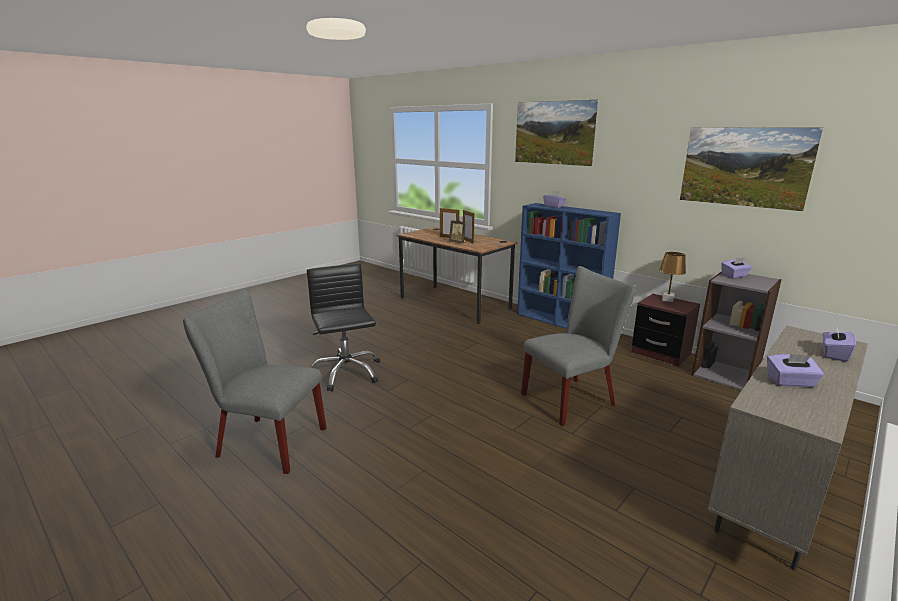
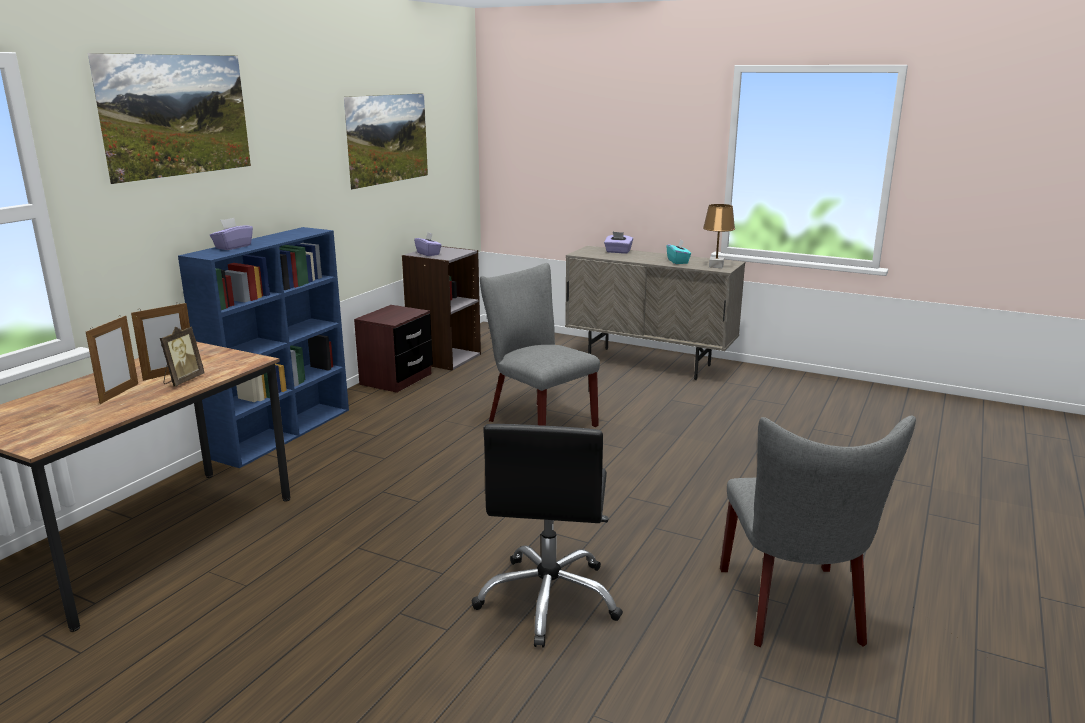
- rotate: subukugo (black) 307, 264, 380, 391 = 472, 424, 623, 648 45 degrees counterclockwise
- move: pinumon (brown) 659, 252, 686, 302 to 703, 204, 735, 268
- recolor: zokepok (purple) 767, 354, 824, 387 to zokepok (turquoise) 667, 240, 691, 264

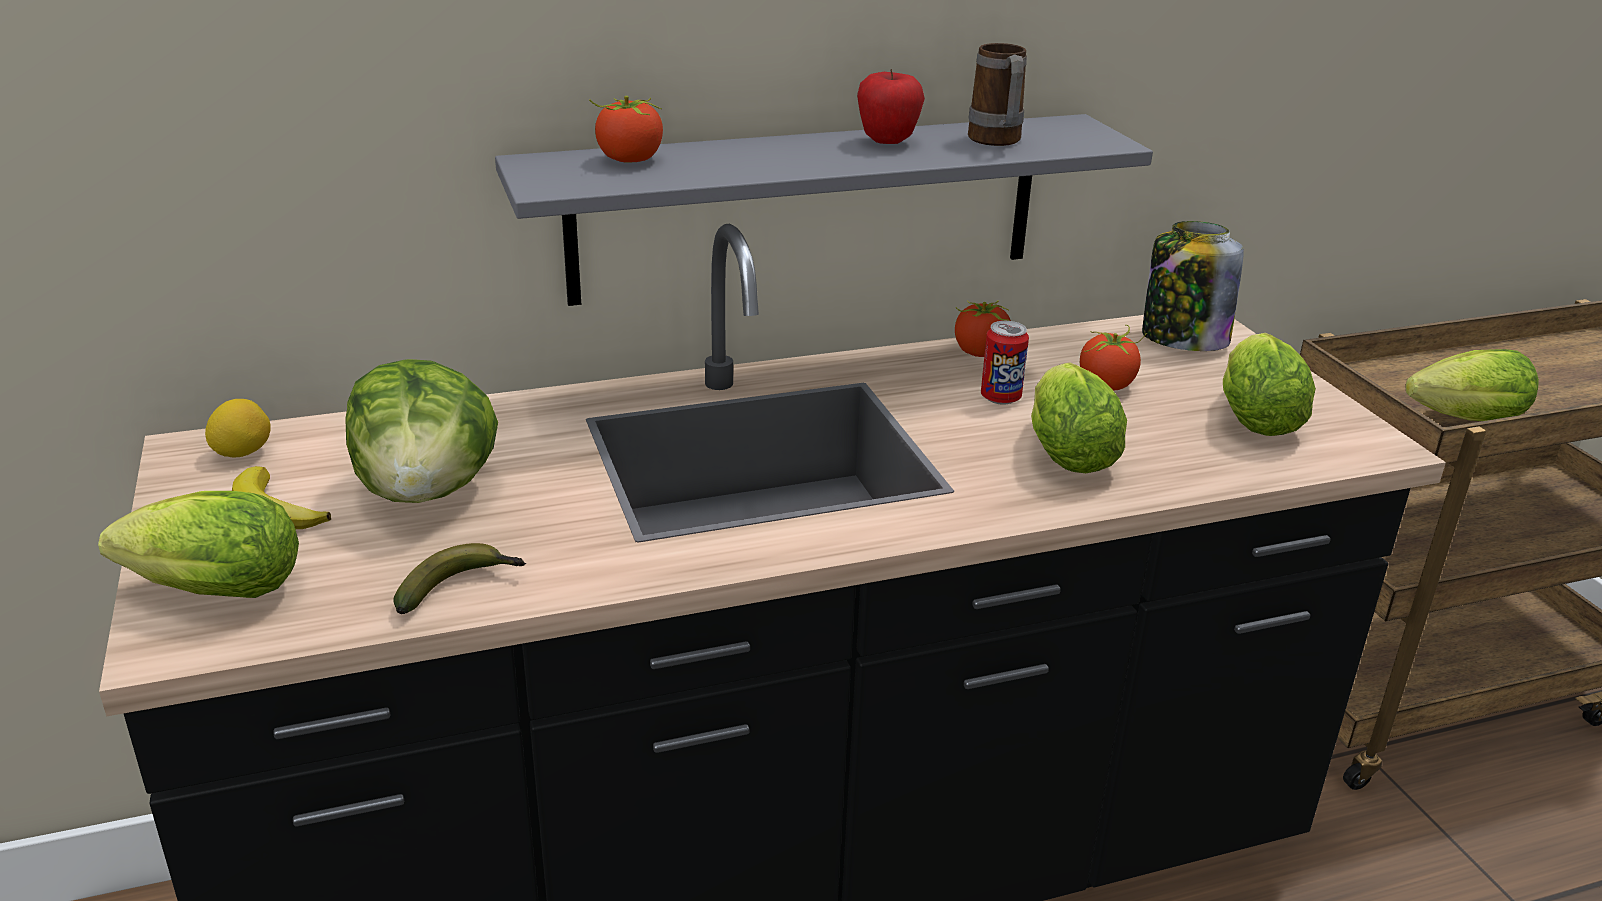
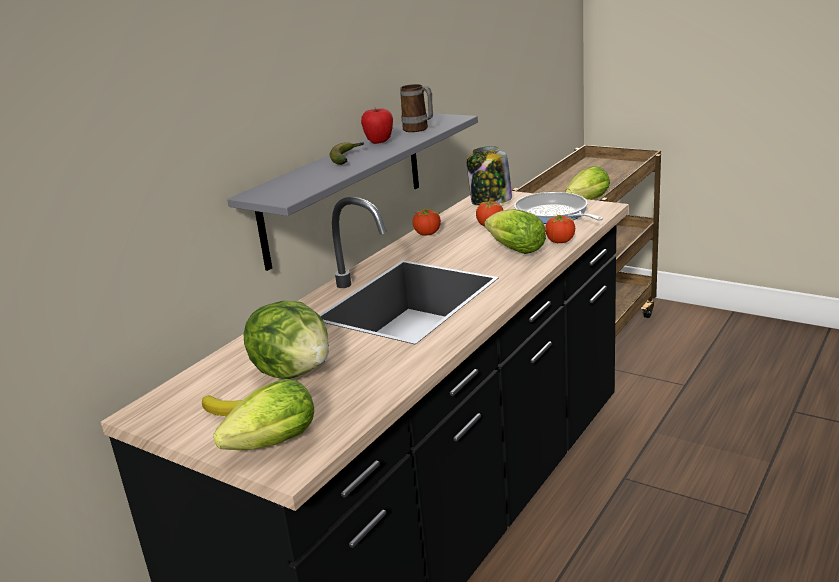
- delete: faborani 205, 399, 271, 457
- move: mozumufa 393, 543, 526, 614 to 329, 142, 364, 165
- move: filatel 589, 96, 663, 162 to 545, 215, 575, 243
- delete: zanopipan 981, 321, 1029, 405
- replace: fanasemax 1223, 333, 1316, 436 to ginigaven 514, 192, 603, 224

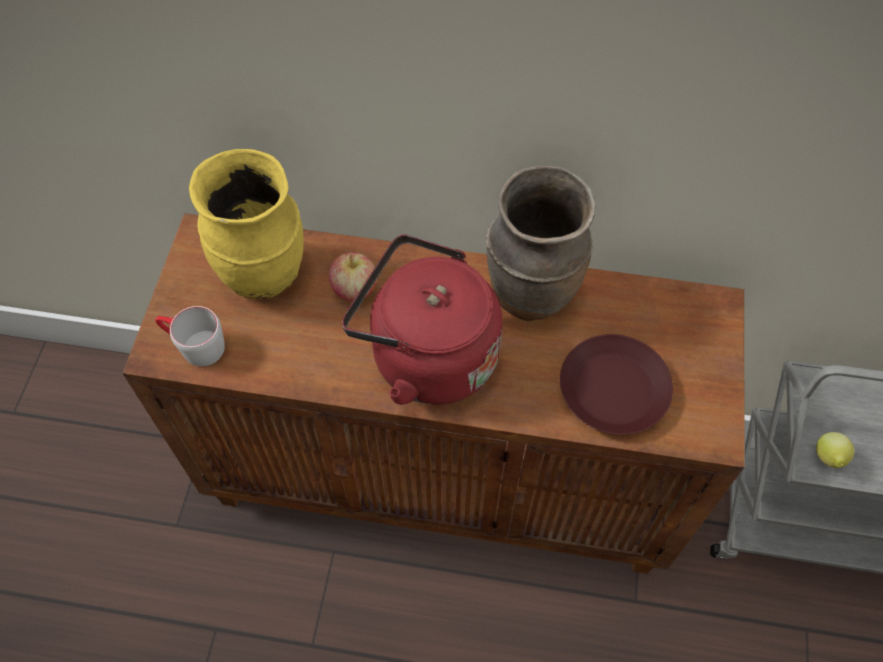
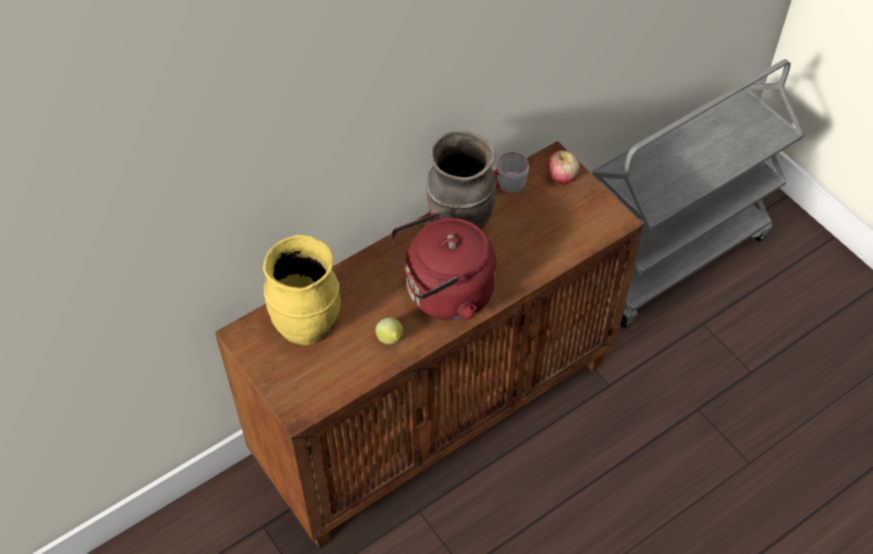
- move: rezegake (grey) 155, 306, 225, 367 to 494, 152, 529, 193
- move: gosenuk 329, 252, 377, 302 to 548, 150, 580, 184
- delete: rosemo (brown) 560, 334, 673, 435
- move: faborani 816, 432, 854, 468 to 375, 317, 403, 344

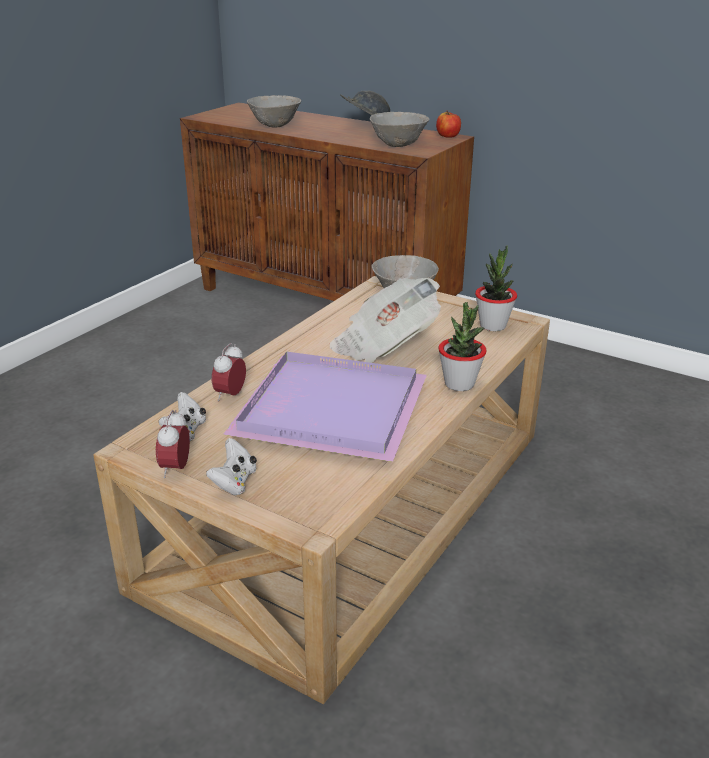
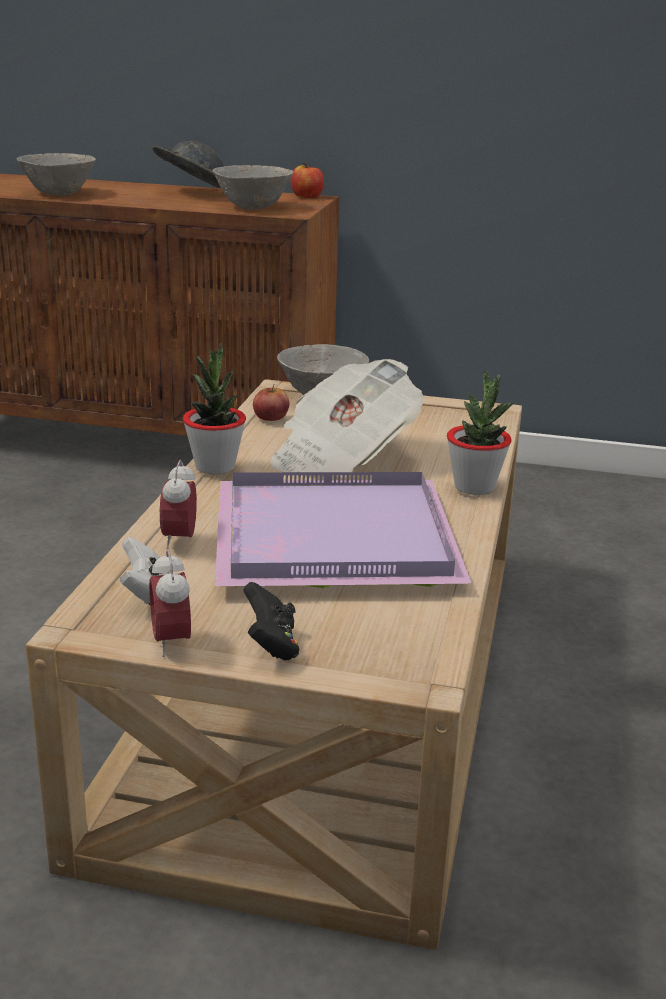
- recolor: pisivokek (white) 206, 438, 257, 495 to pisivokek (black) 243, 582, 299, 660
- move: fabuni 475, 245, 517, 331 to 183, 343, 246, 474
- insert: gosenuk 253, 384, 289, 421

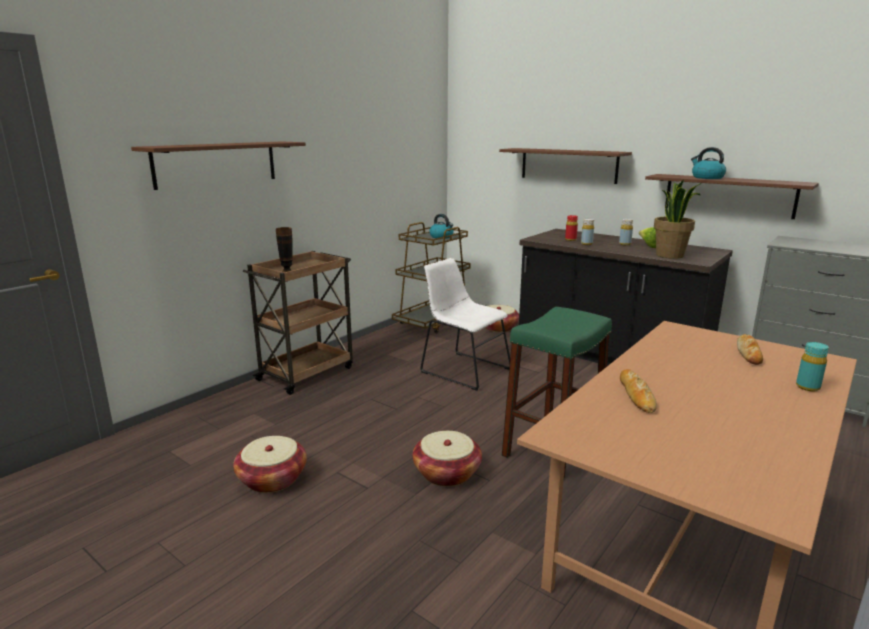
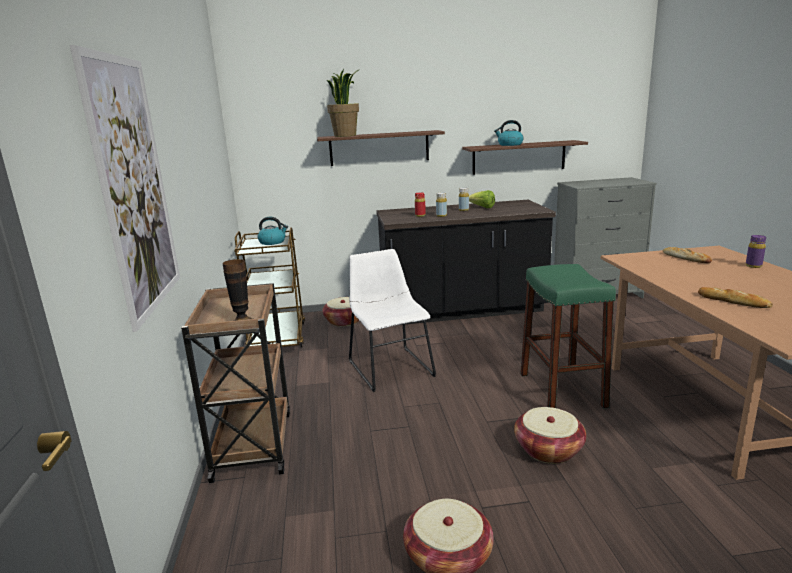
- replace: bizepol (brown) 131, 141, 306, 190 to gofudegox 70, 45, 180, 332
- rotate: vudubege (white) 420, 258, 510, 391 = 349, 249, 436, 392 75 degrees clockwise
- move: fabuni 654, 180, 701, 259 to 327, 69, 360, 137
- recolor: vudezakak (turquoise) 796, 342, 829, 391 to vudezakak (purple) 746, 235, 766, 268

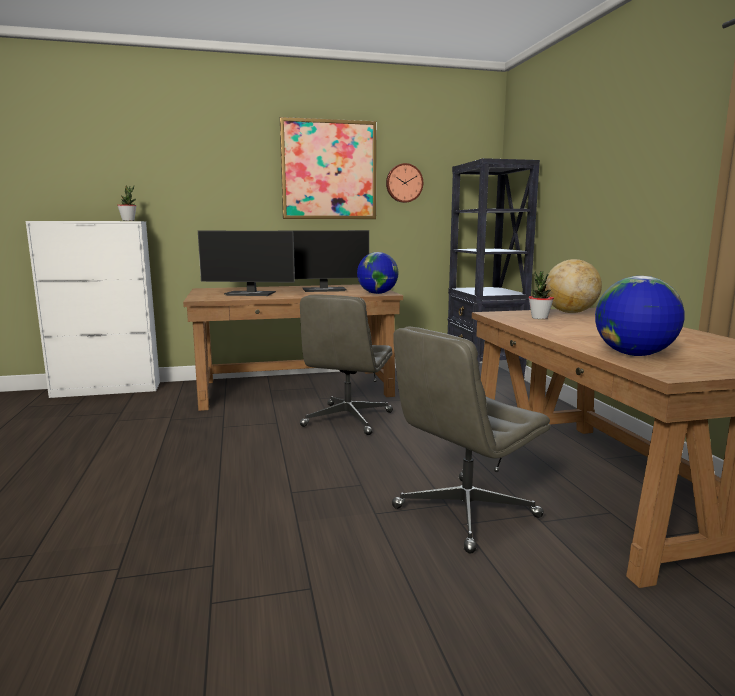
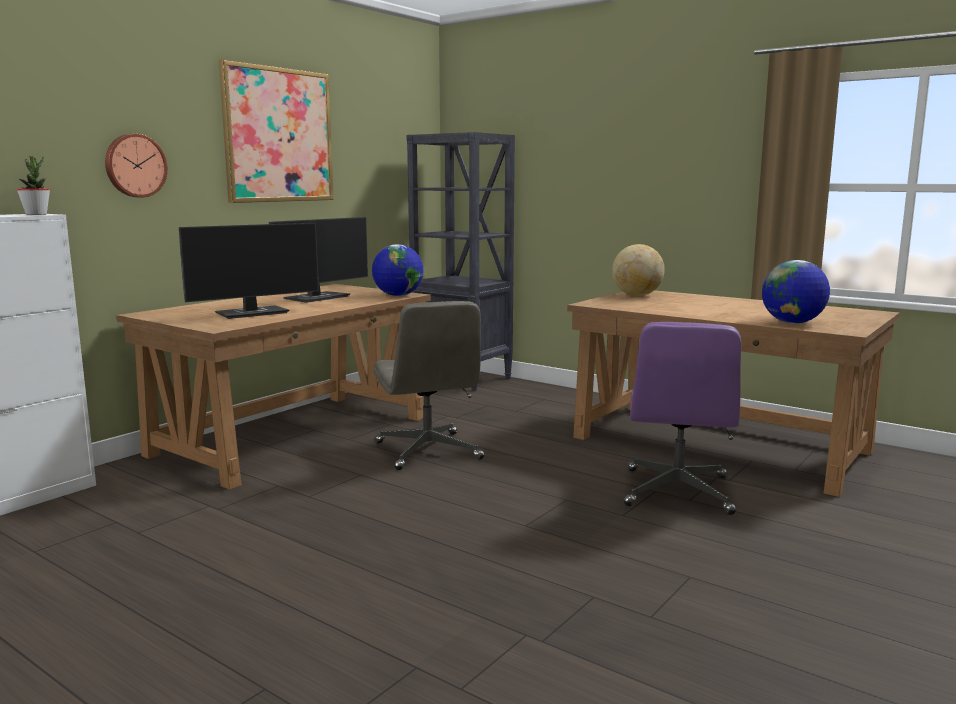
- move: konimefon 386, 163, 423, 203 to 105, 134, 168, 198
- recolor: subukugo (grey) 392, 327, 551, 554 to subukugo (purple) 624, 322, 741, 515
- delete: fabuni 529, 271, 554, 319

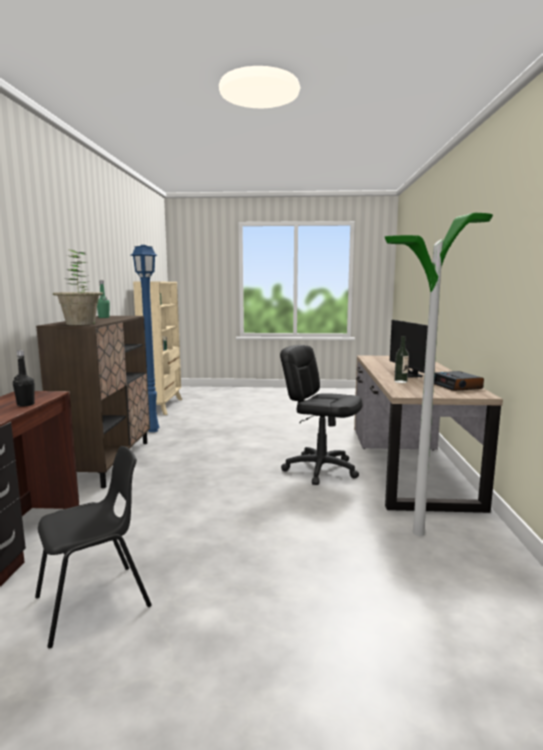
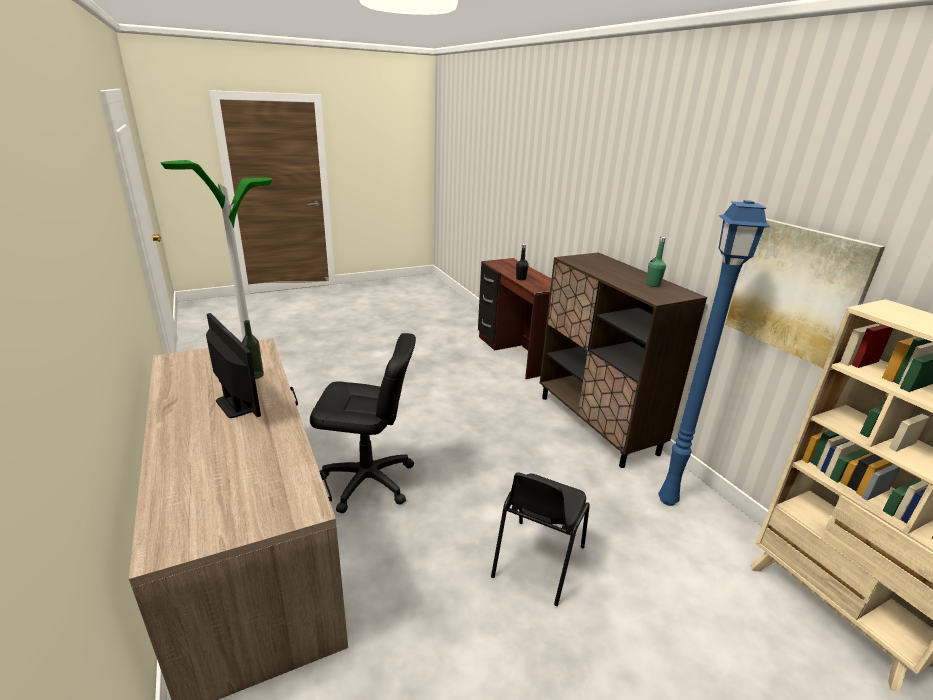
- move: vudubege (black) 35, 446, 152, 648 to 491, 472, 590, 606
- delete: fabuni 53, 249, 103, 325
- delete: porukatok 434, 371, 484, 391
- insert: gofudegox 725, 219, 885, 368

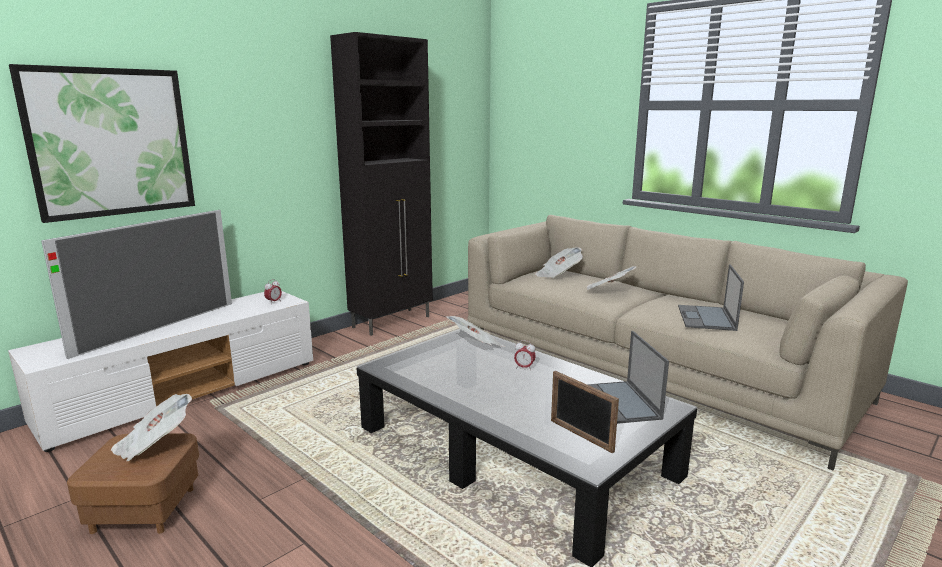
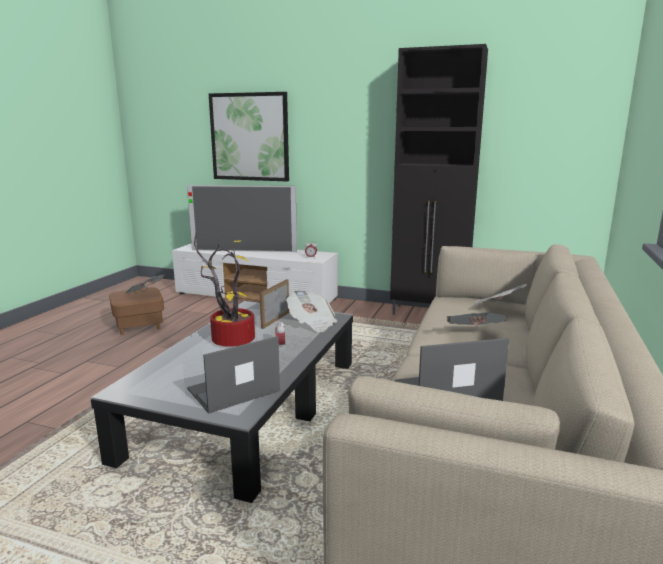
- move: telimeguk 551, 371, 619, 453 to 260, 279, 289, 329
- insert: fabuni 194, 232, 255, 347

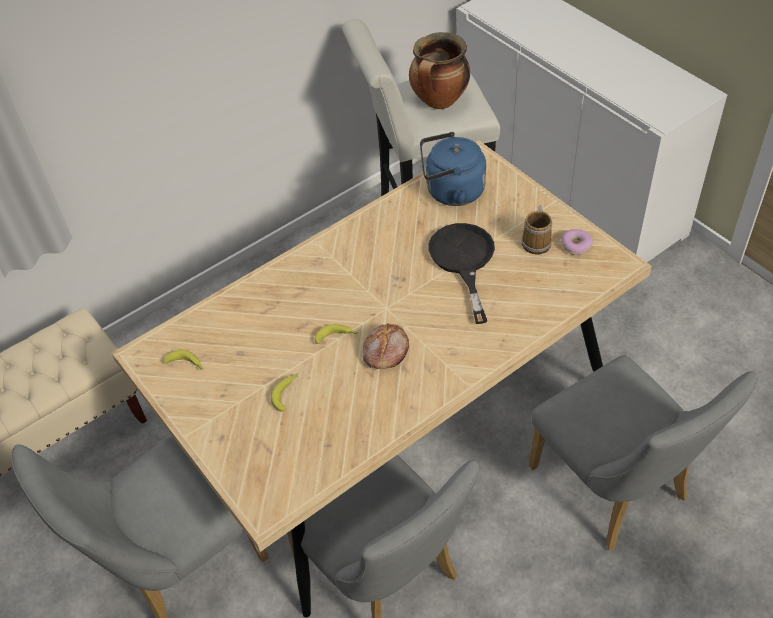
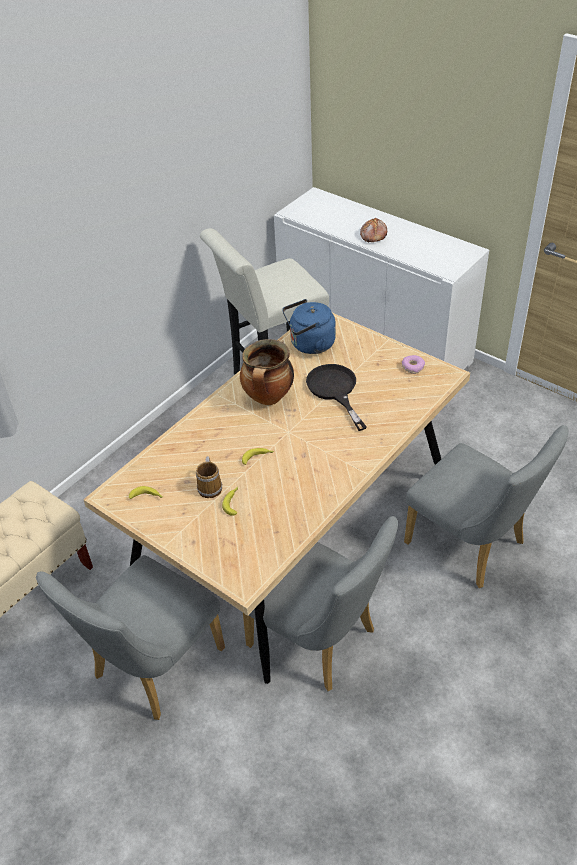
- move: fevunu 363, 323, 409, 370 to 360, 217, 387, 242
- move: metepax 409, 32, 470, 109 to 240, 339, 294, 405
- move: rezegake 521, 205, 552, 255 to 196, 456, 222, 498

